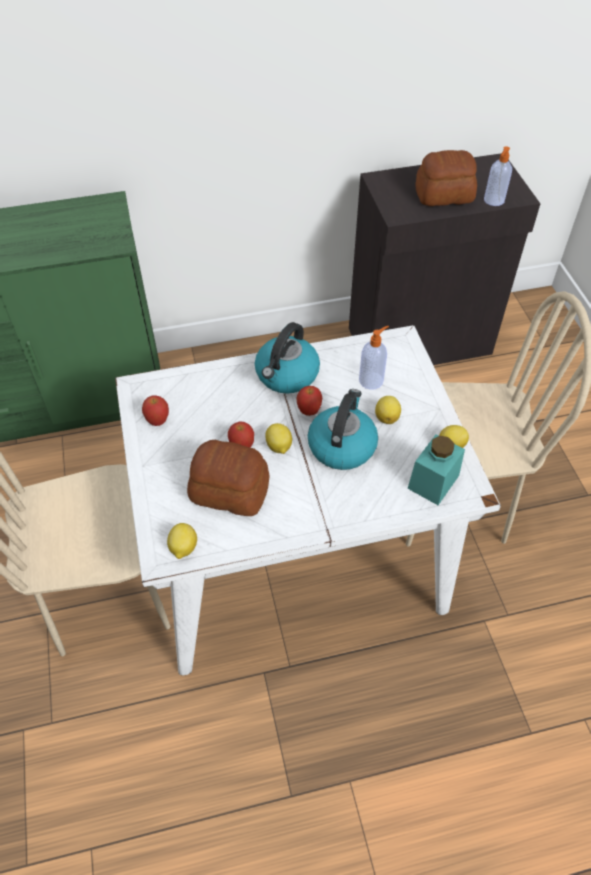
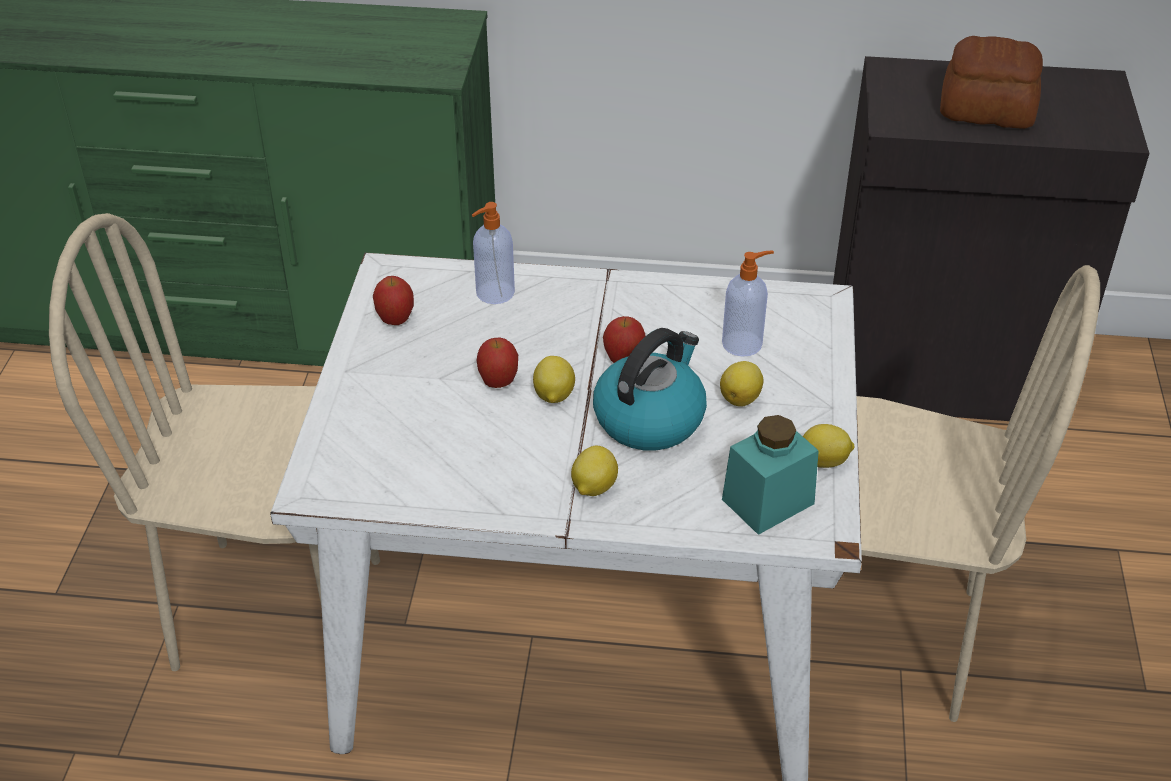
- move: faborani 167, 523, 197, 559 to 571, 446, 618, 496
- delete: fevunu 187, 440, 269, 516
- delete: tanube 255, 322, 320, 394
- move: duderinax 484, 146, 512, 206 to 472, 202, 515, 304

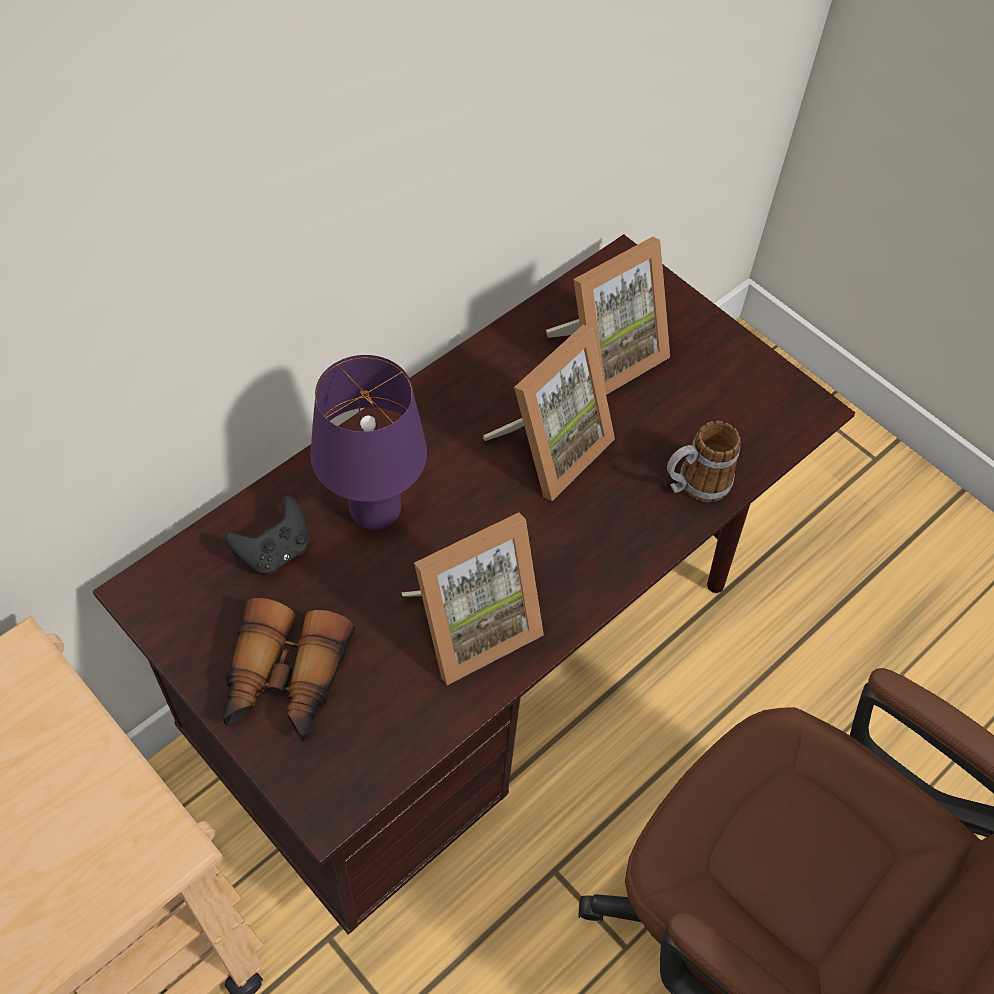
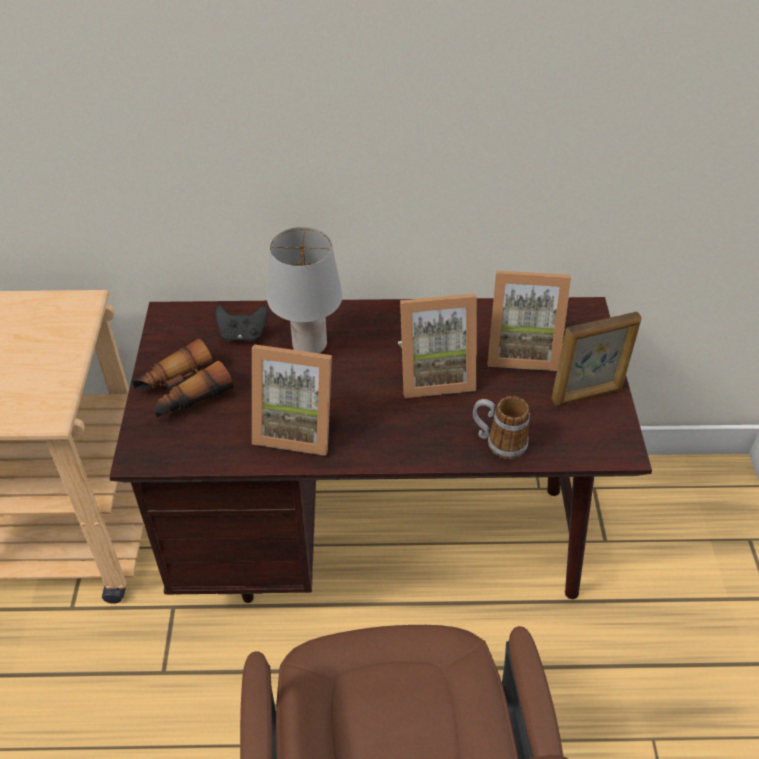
- recolor: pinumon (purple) 311, 355, 427, 530 to pinumon (grey) 267, 227, 342, 354
- insert: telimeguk 551, 312, 642, 405

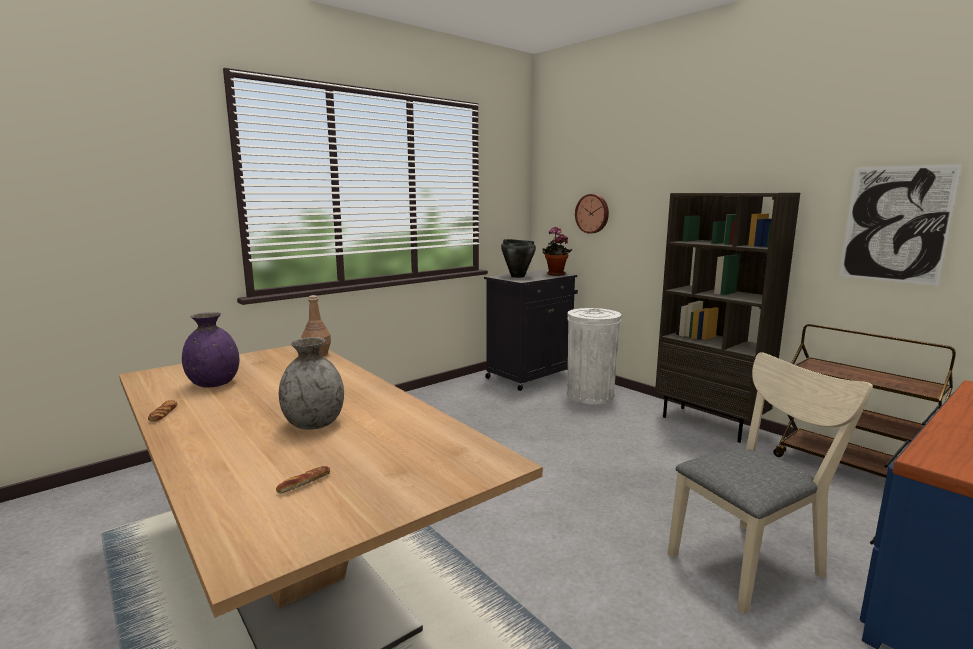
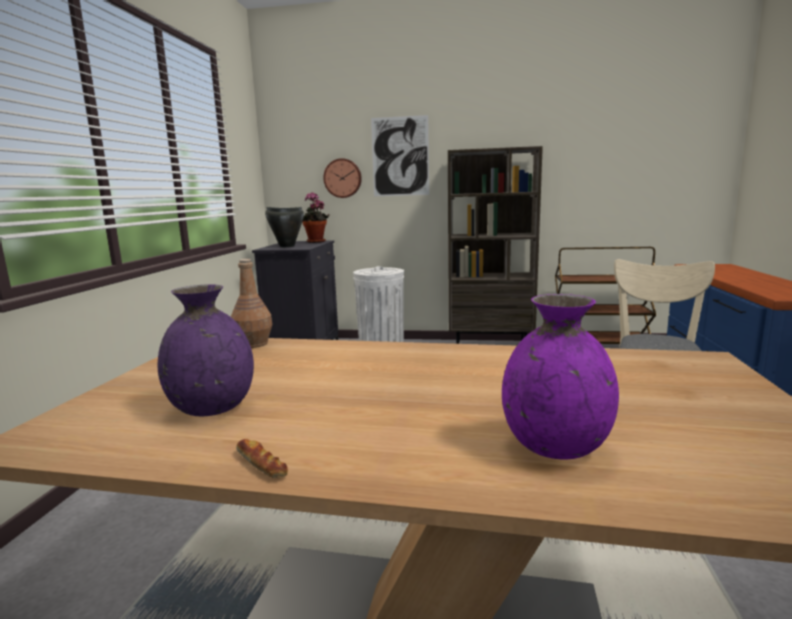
- delete: fevunu 276, 466, 330, 493
- delete: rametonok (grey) 279, 337, 344, 430
- move: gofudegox 839, 164, 962, 286 to 371, 115, 429, 196
- insert: rametonok (purple) 502, 294, 619, 459

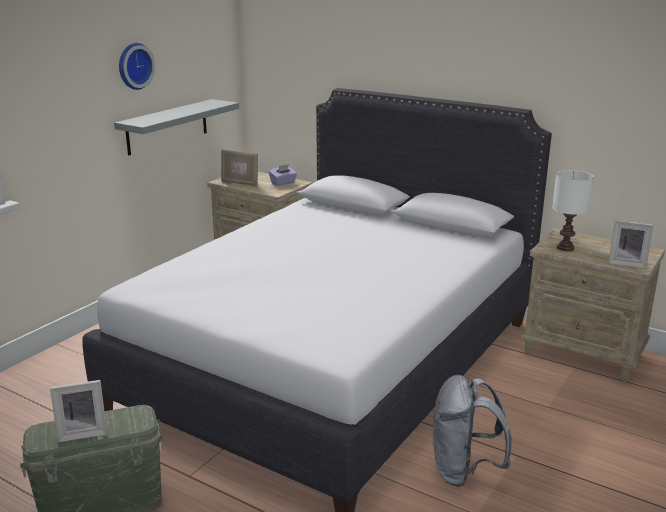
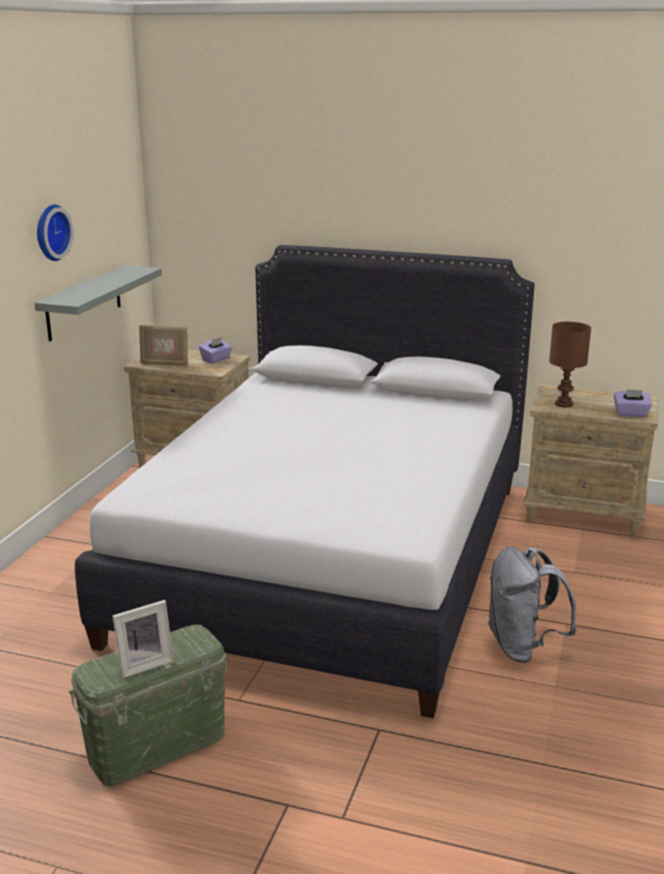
- recolor: pinumon (white) 552, 170, 594, 251 to pinumon (brown) 549, 322, 591, 407
- replace: telimeguk 608, 220, 654, 269 to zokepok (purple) 614, 389, 652, 417

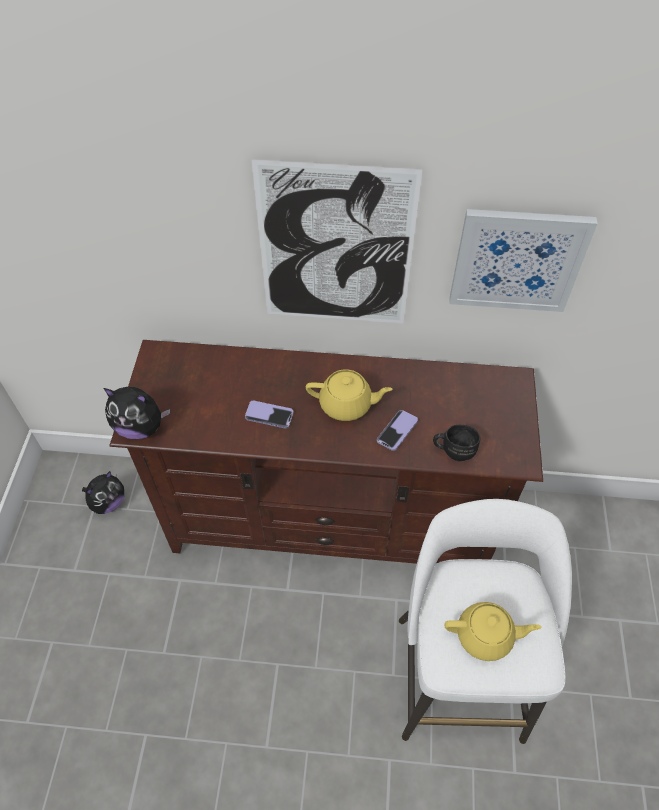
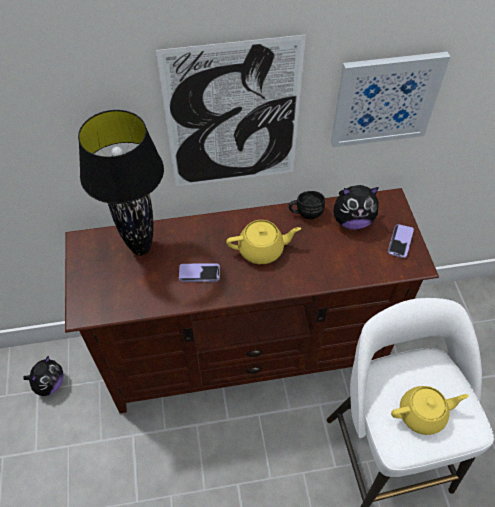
- move: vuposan 103, 387, 170, 440 to 333, 185, 379, 230
- move: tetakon 377, 410, 418, 451 to 388, 224, 414, 258
- move: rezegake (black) 433, 425, 480, 461 to 289, 191, 325, 220
- insert: pinumon (black) 78, 110, 164, 256

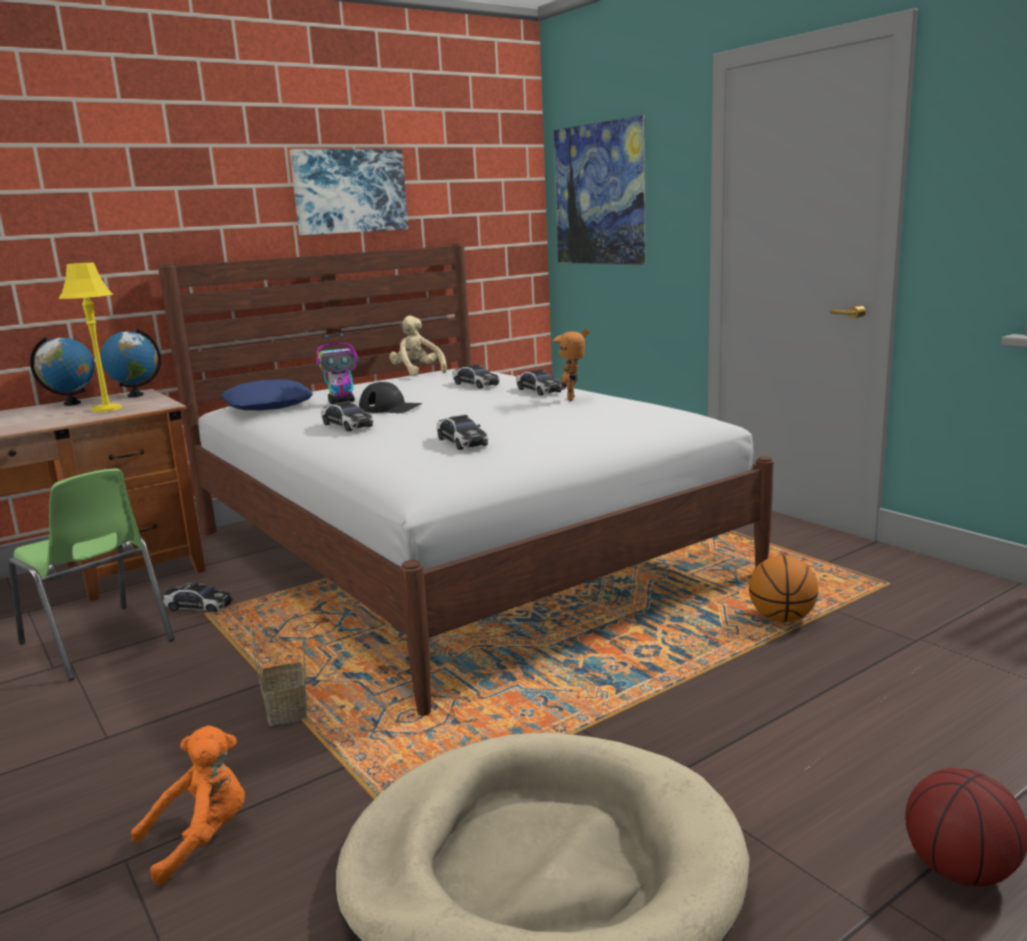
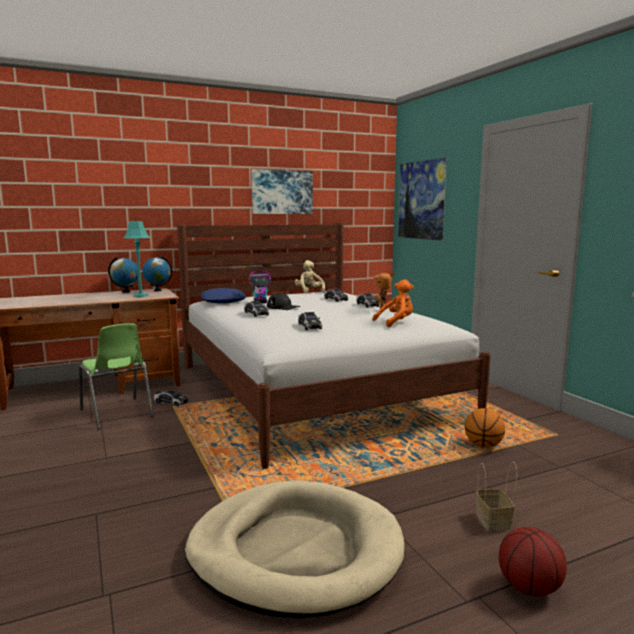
- recolor: pinumon (yellow) 59, 262, 122, 412 to pinumon (turquoise) 124, 221, 150, 297
- move: vuposan (orange) 131, 725, 245, 885 to 372, 280, 414, 327
- move: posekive 251, 620, 307, 726 to 476, 461, 517, 531

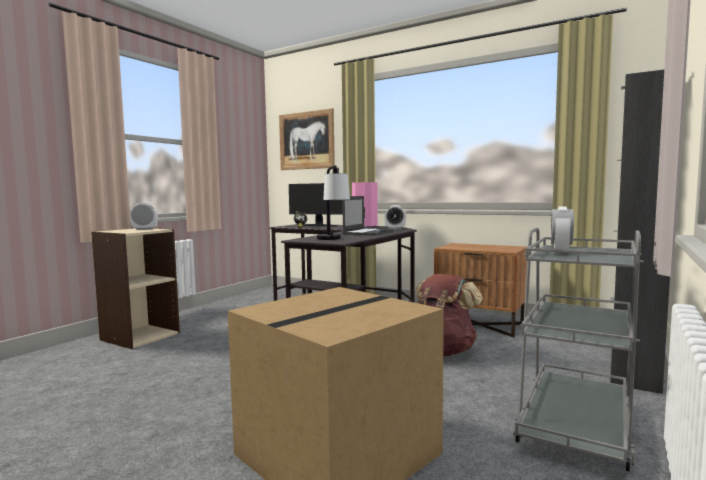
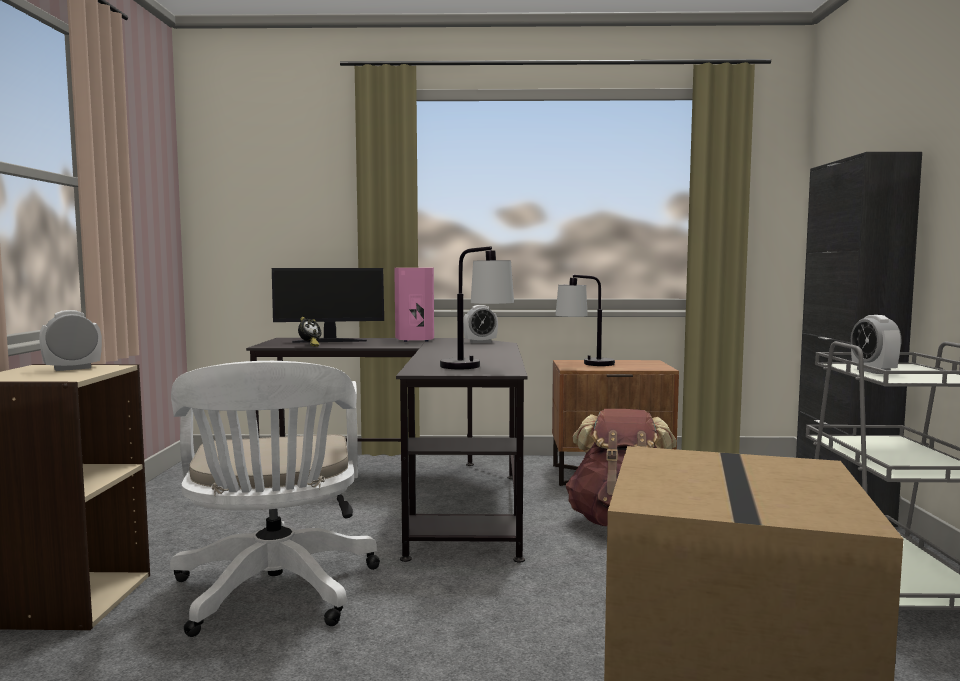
- delete: gofudegox 279, 108, 335, 170
- delete: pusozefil 342, 196, 394, 236
- insert: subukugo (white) 170, 361, 380, 637
- insert: pinumon 556, 275, 615, 366

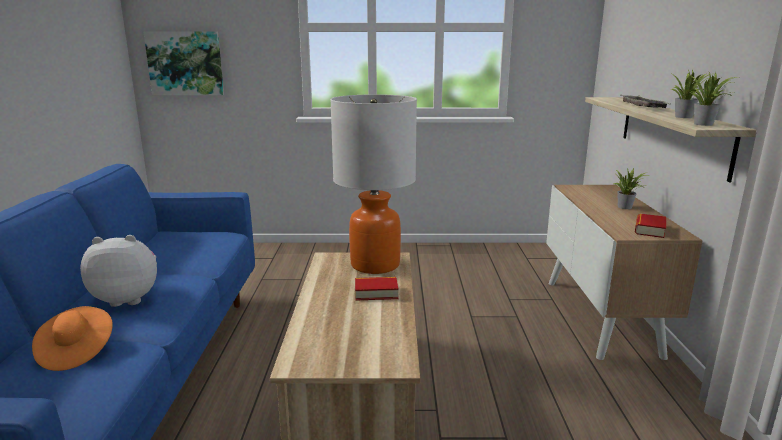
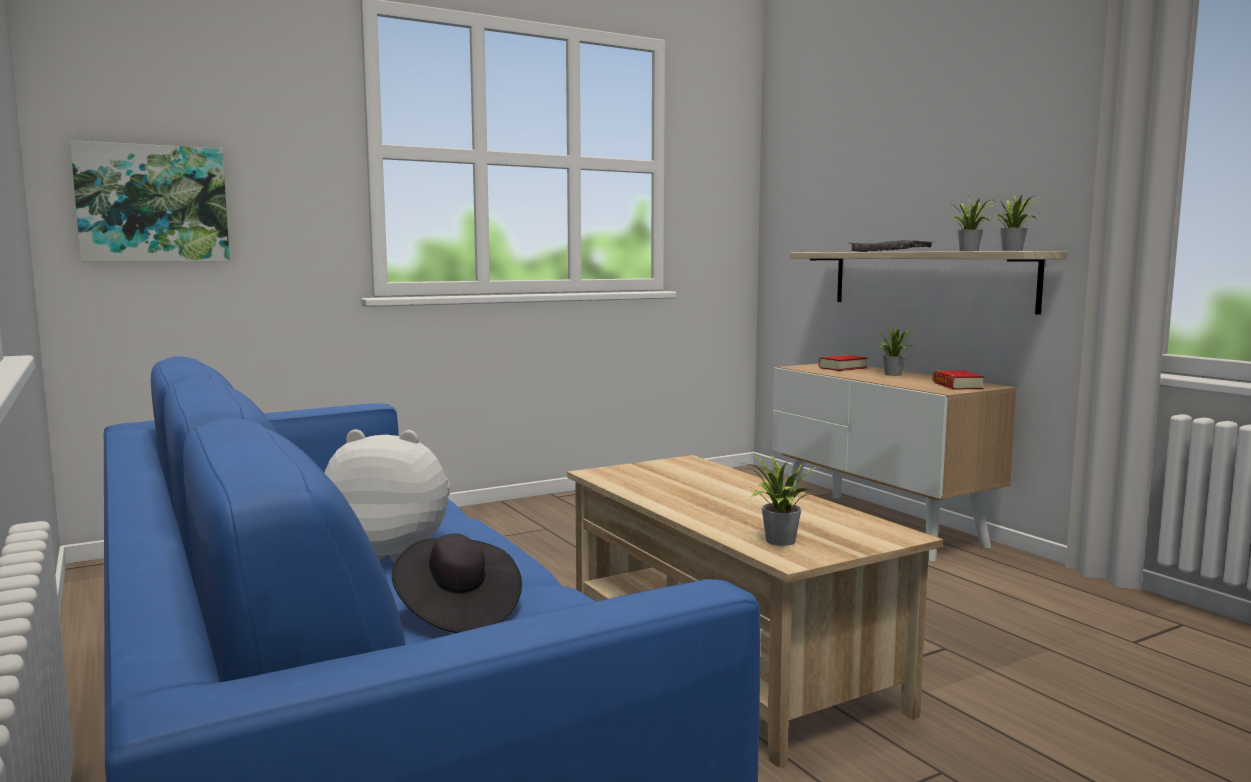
- recolor: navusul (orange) 32, 306, 113, 371 to navusul (black) 392, 533, 522, 633
- rotate: vuposan 80, 235, 157, 307 = 325, 429, 450, 562 45 degrees clockwise
- delete: pinumon 330, 94, 417, 274
- move: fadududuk 355, 277, 398, 300 to 819, 355, 868, 371
- insert: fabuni 748, 454, 819, 546

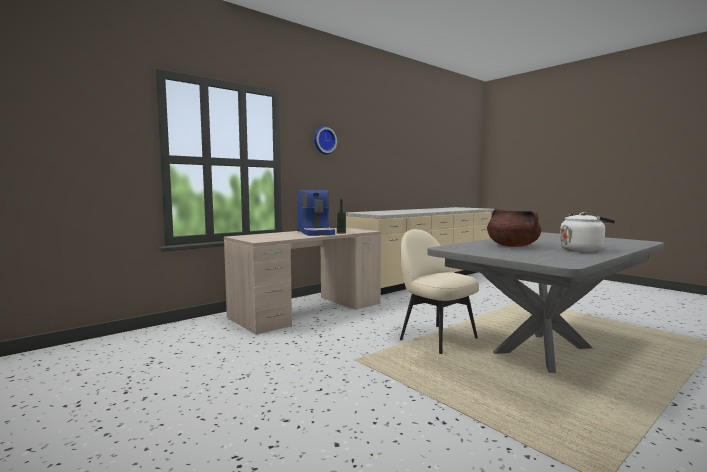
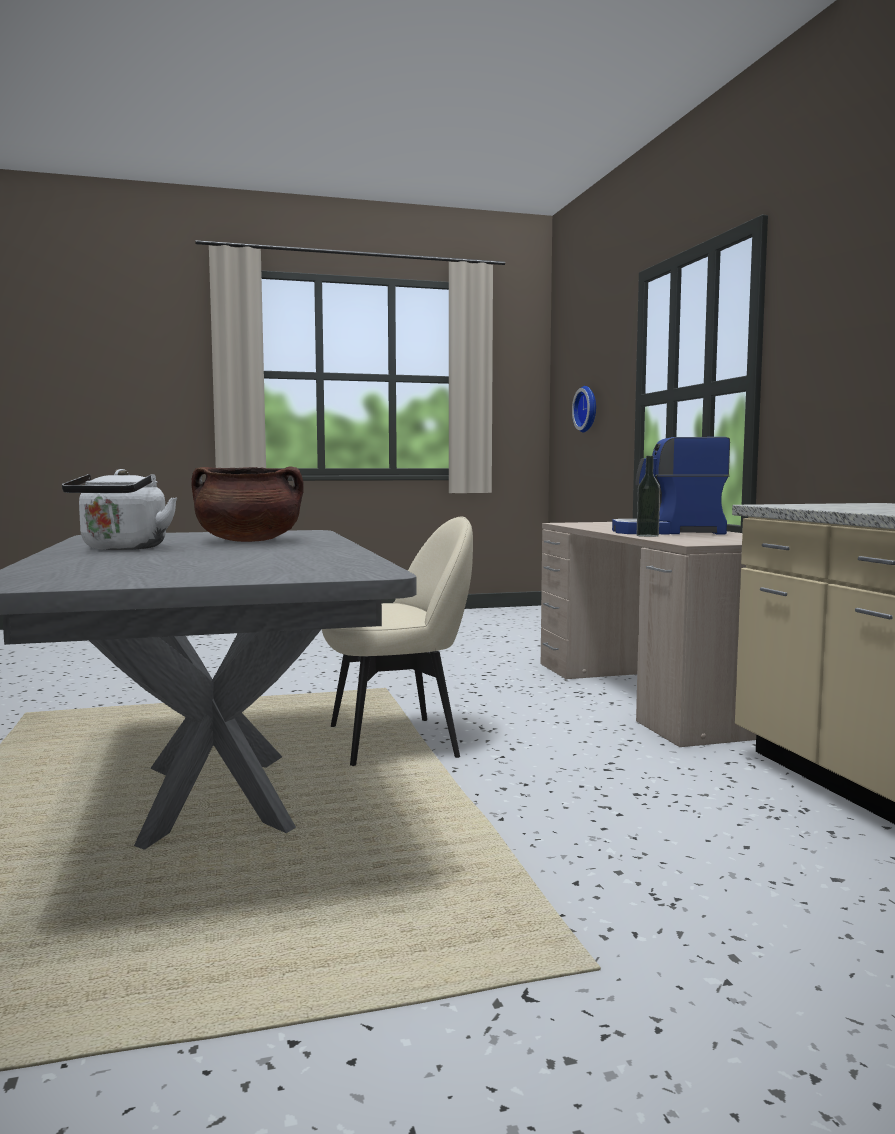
- move: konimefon 314, 126, 337, 155 to 572, 386, 596, 432

